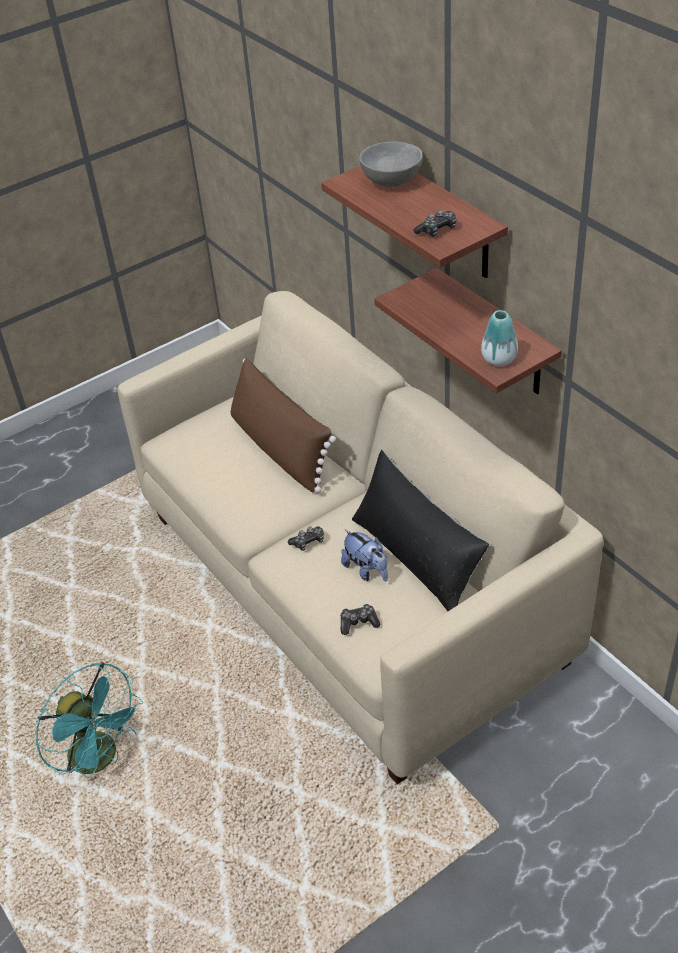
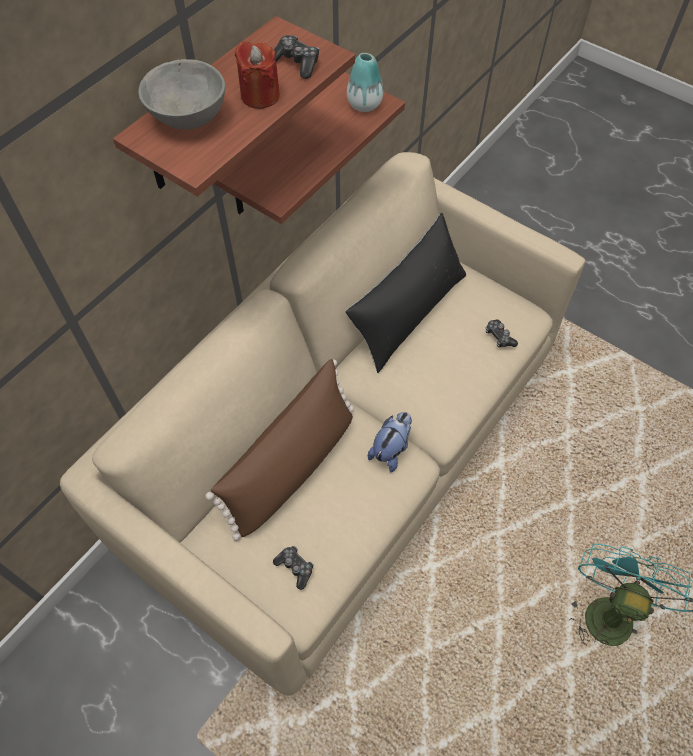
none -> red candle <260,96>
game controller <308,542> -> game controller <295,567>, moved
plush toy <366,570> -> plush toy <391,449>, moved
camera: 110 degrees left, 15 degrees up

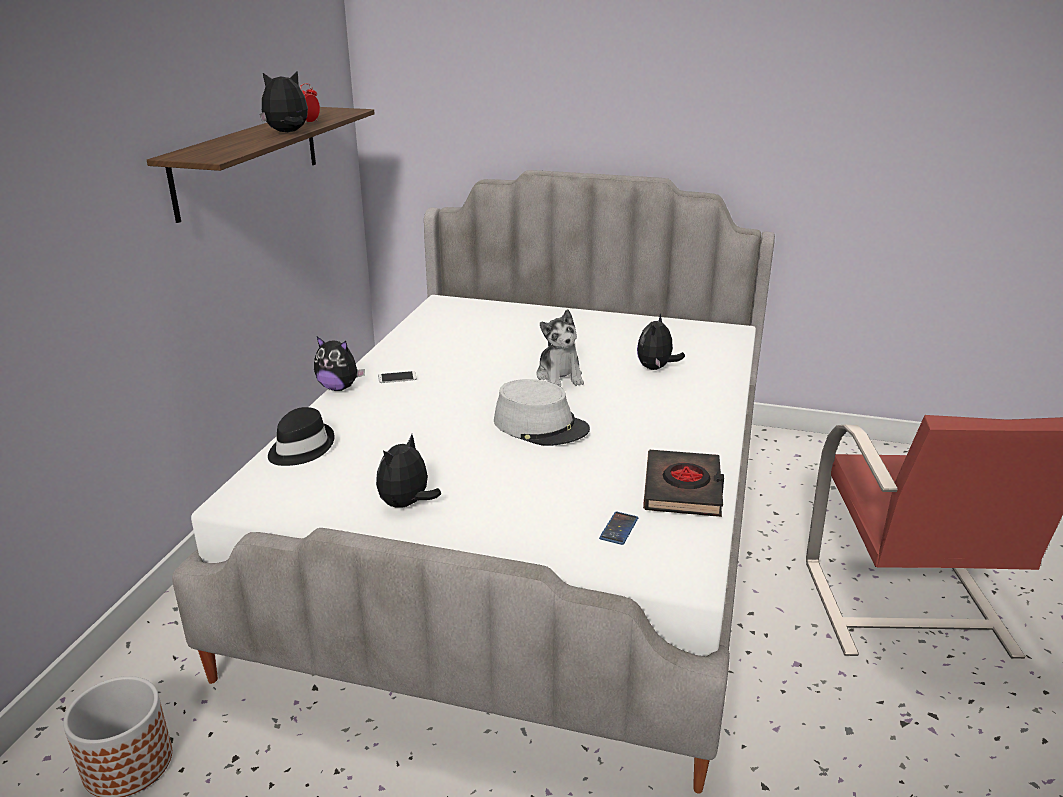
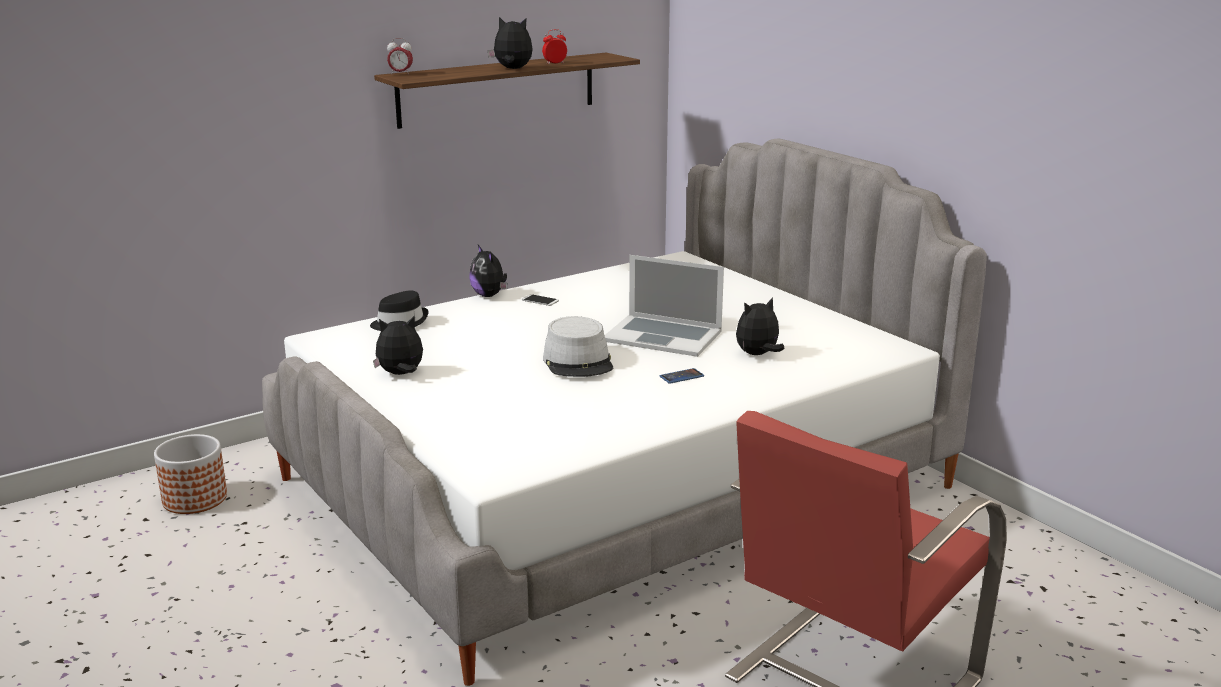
black book <683,489> -> none
none -> alarm clock <401,74>
phone <619,528> -> phone <681,376>, moved
plush toy <560,376> -> laptop <663,336>
camera: 40 degrees right, 5 degrees down

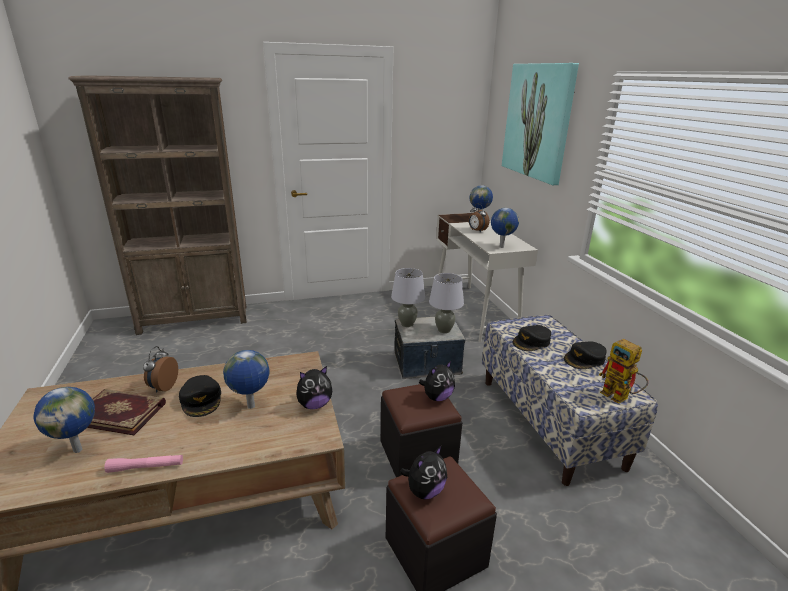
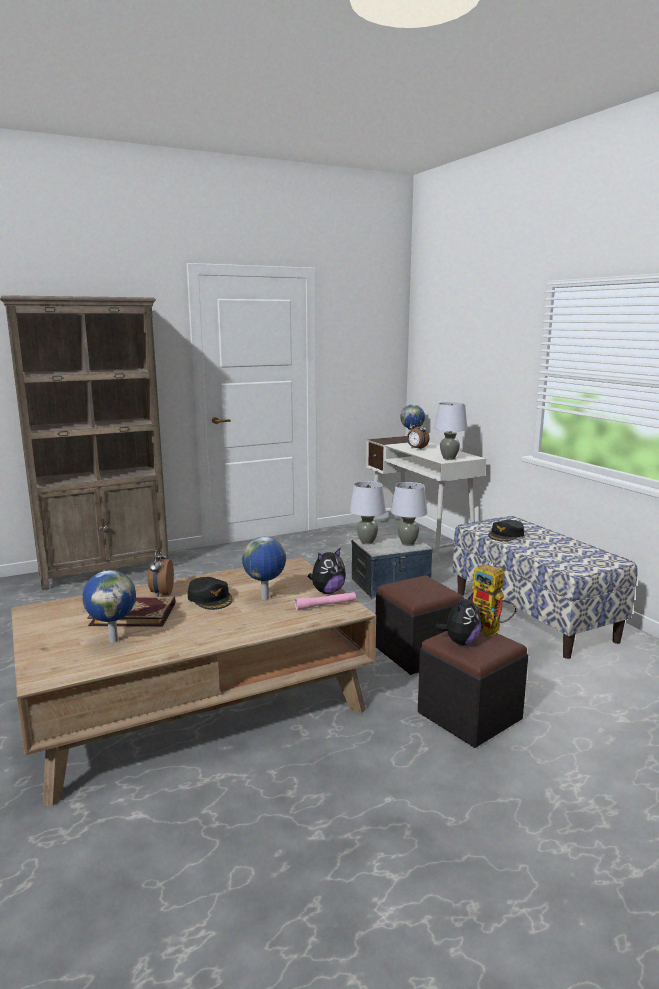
plush toy <437,397> -> none
picture <538,121> -> none
black cap <584,359> -> none
pink flashlight <146,467> -> pink flashlight <325,605>, moved
toy robot <620,397> -> toy robot <491,631>, moved
globe <501,247> -> grey table lamp <449,458>
camera: 10 degrees left, 10 degrees down

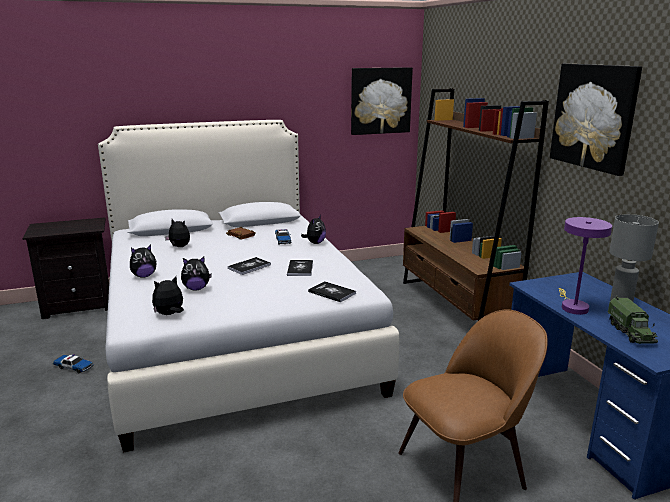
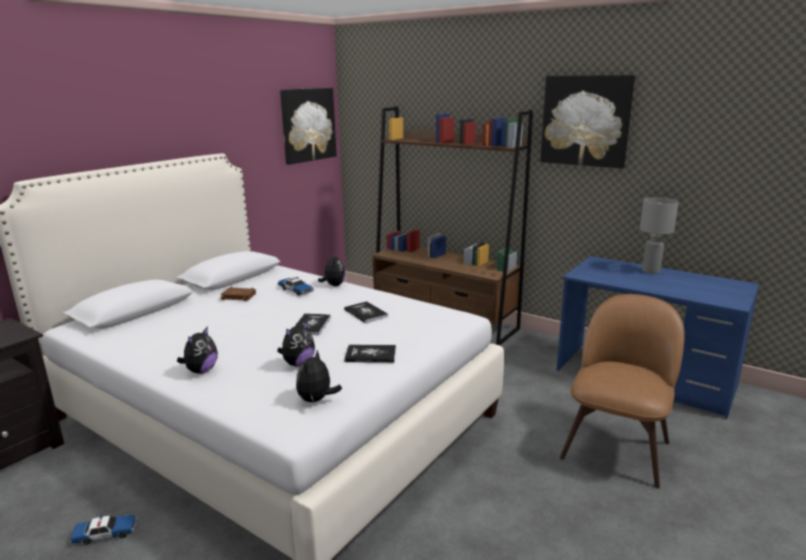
plush toy <179,247> -> none
purple table lamp <572,306> -> none
toy truck <630,332> -> none
book <332,292> -> book <370,355>, moved
camera: 35 degrees left, 0 degrees up

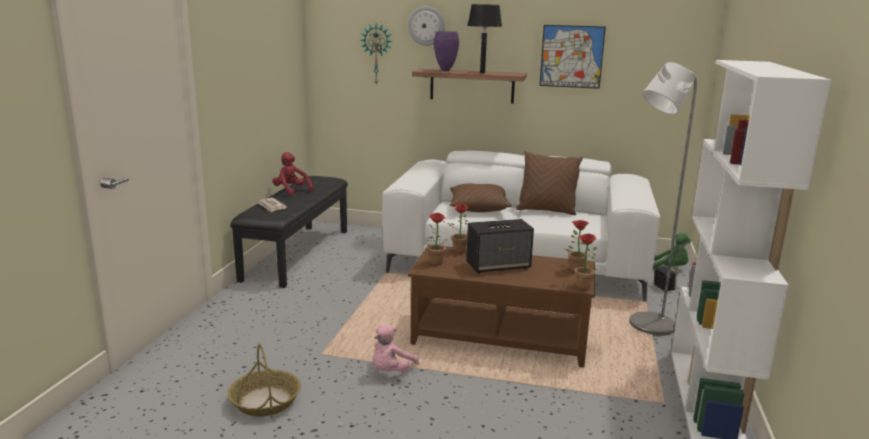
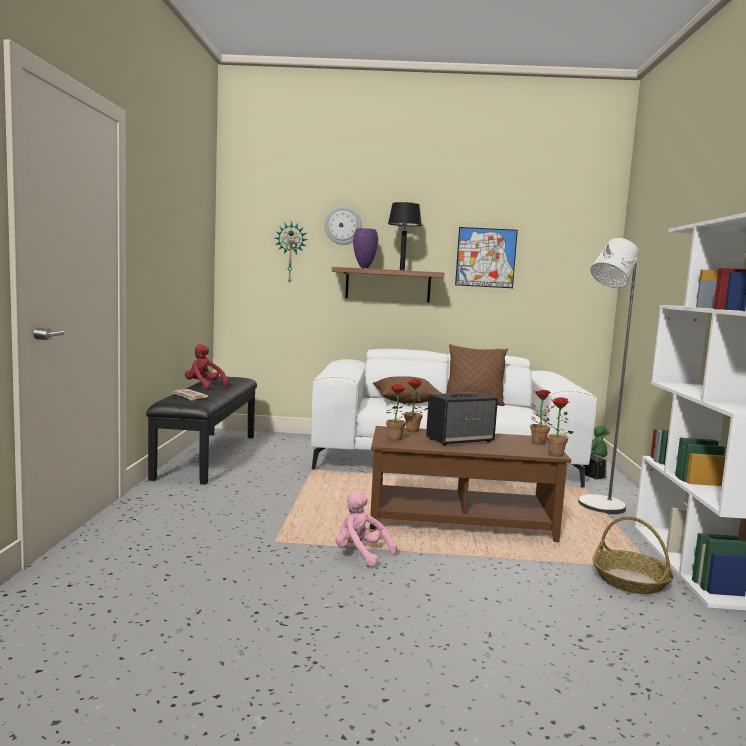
basket <265,401> -> basket <631,581>, moved
pink plush toy <391,371> -> pink plush toy <360,554>, 105 degrees clockwise
camera: 10 degrees left, 10 degrees down

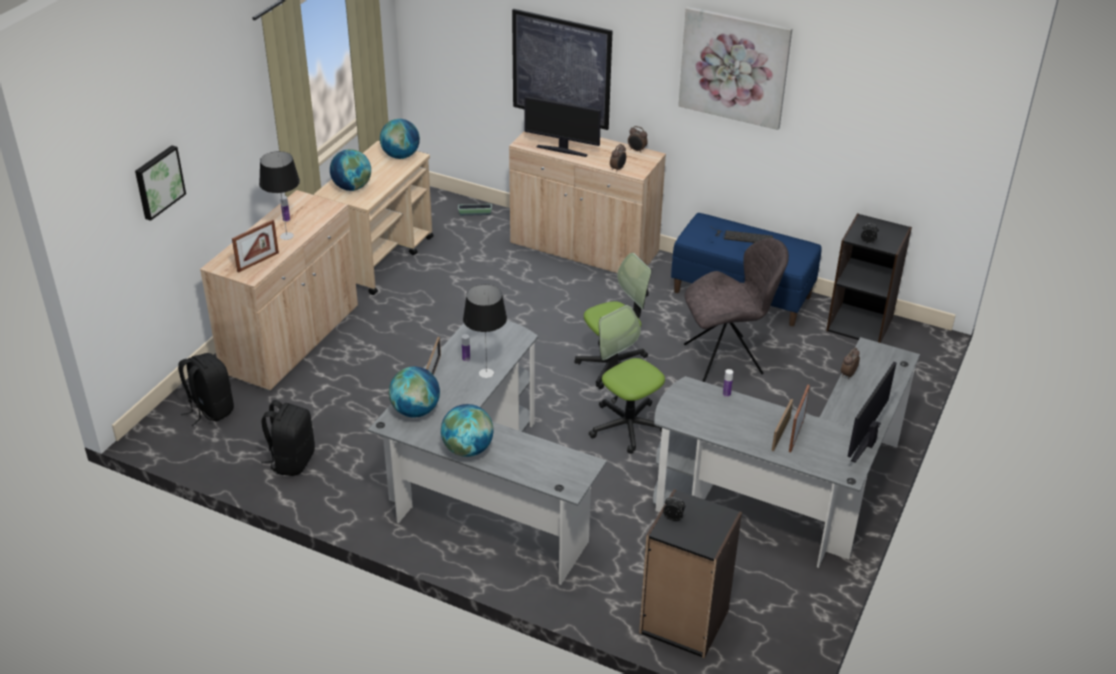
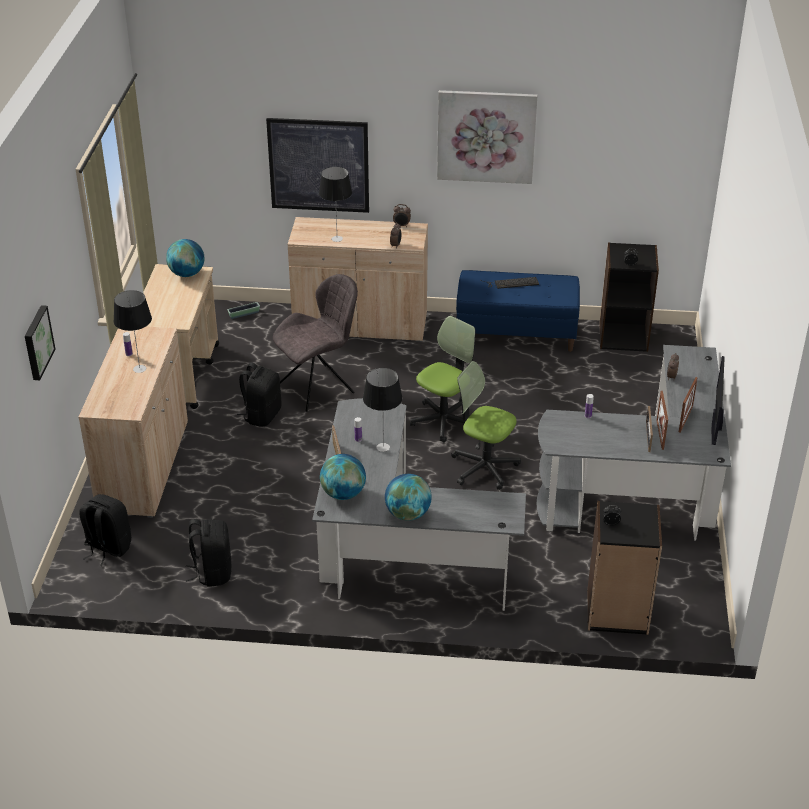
globe <352,187> -> none
none -> black backpack <262,415>
picture frame <258,262> -> picture frame <685,419>, moved
grey chair <726,359> -> grey chair <319,387>, moved
monitor <562,150> -> table lamp <337,238>
camera: 20 degrees left, 0 degrees up

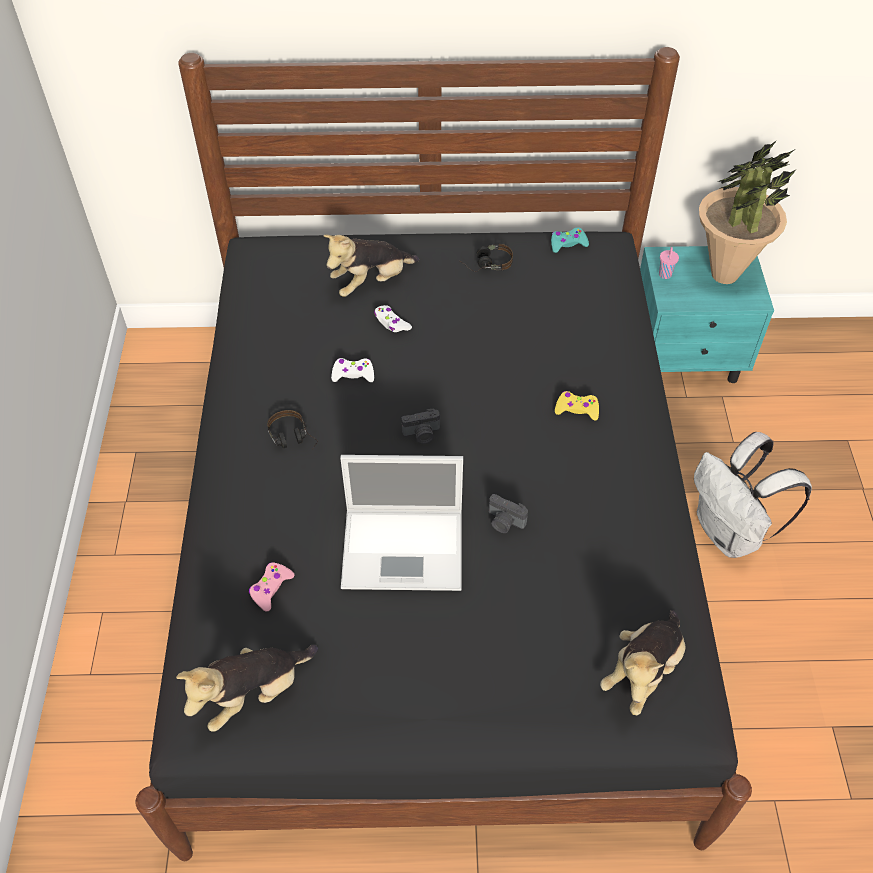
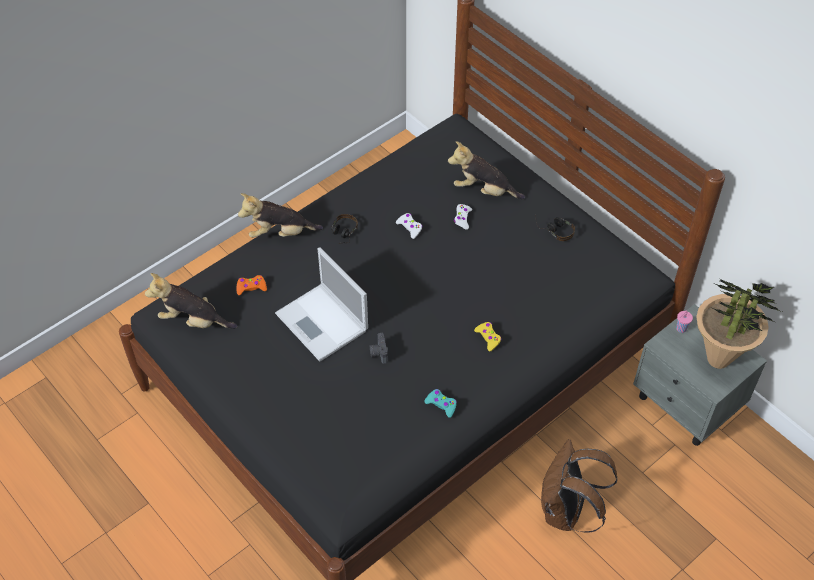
photo camera <422,434> -> none
turquoise game controller <567,244> -> turquoise game controller <441,404>, moved
plush toy <643,671> -> plush toy <280,233>, moved
pink game controller <271,588> -> orange game controller <251,287>
turquoise nightstand <687,357> -> grey nightstand <687,405>
white backpack <730,533> -> brown backpack <566,512>
camera: 50 degrees right, 0 degrees up

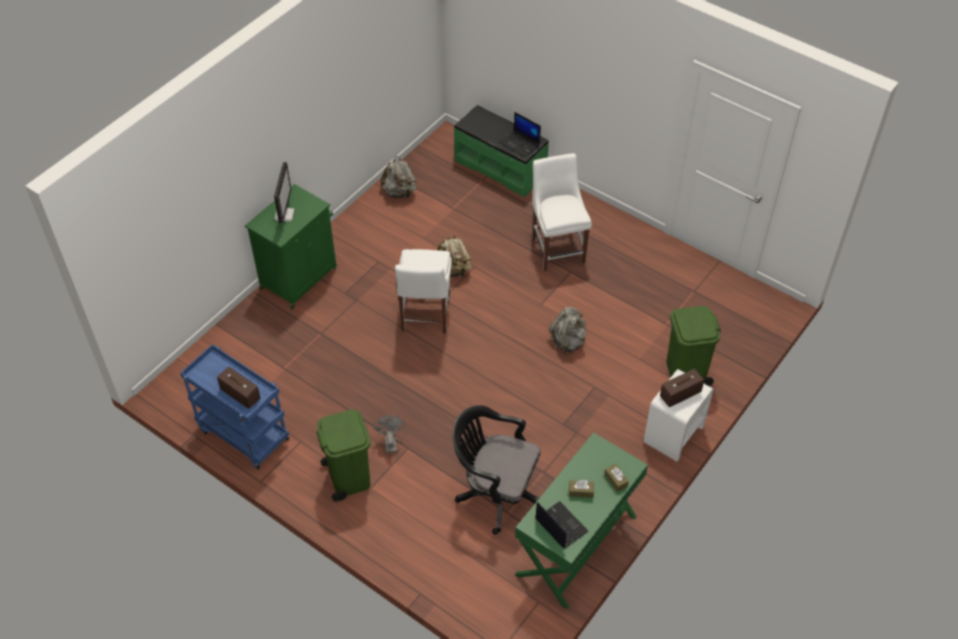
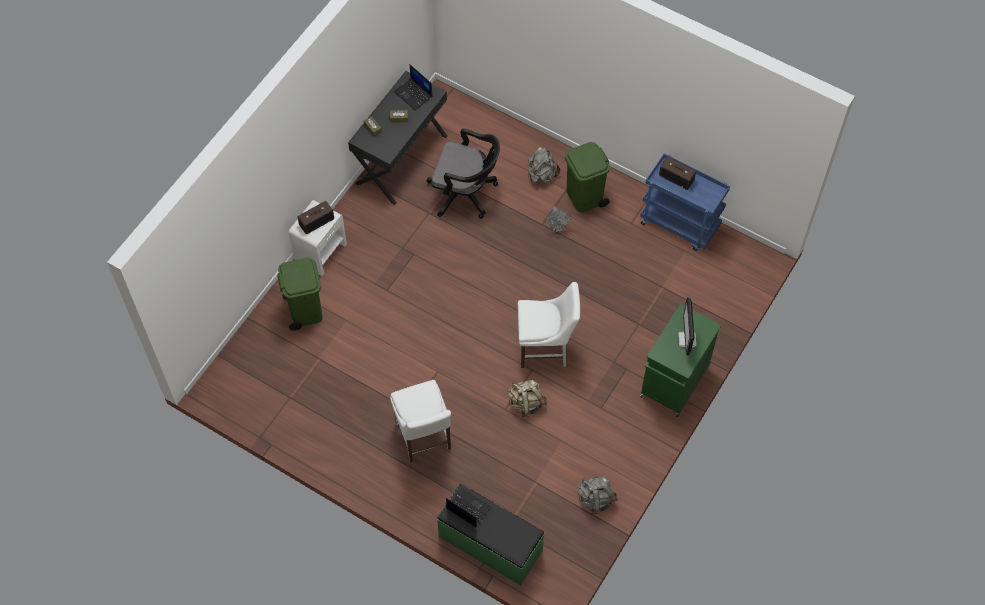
grey backpack <568,341> -> grey backpack <541,175>, moved
green desk <577,546> -> black desk <401,159>
white chair <425,316> -> white chair <546,349>, 90 degrees clockwise
camera: 175 degrees right, 10 degrees up

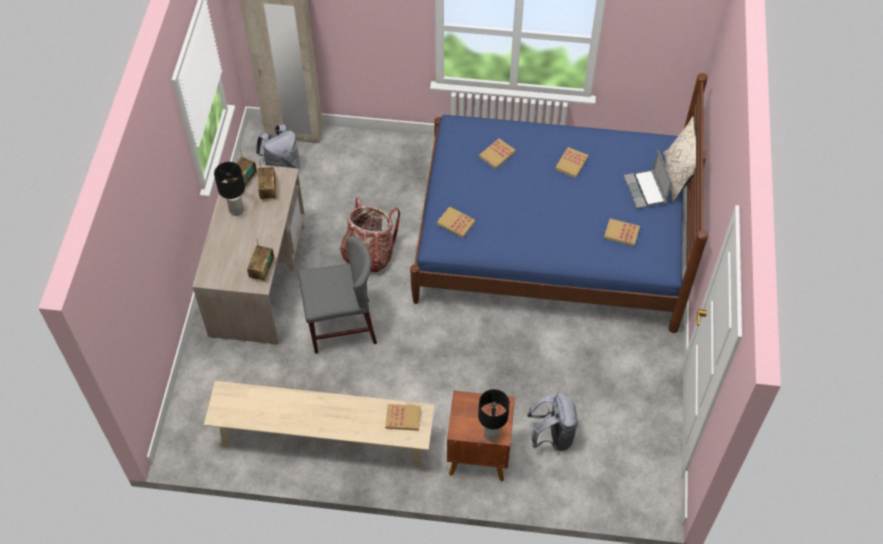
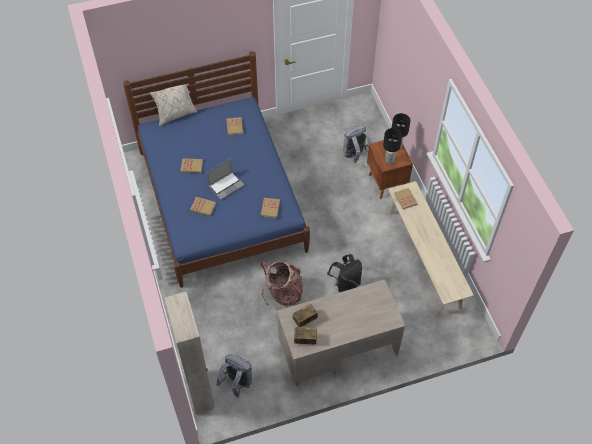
radio <262,269> -> none
black table lamp <236,210> -> black table lamp <389,160>, moved
laptop <646,190> -> laptop <226,185>, moved
grey chair <341,326> -> black backpack <345,284>
camera: 115 degrees left, 0 degrees up

